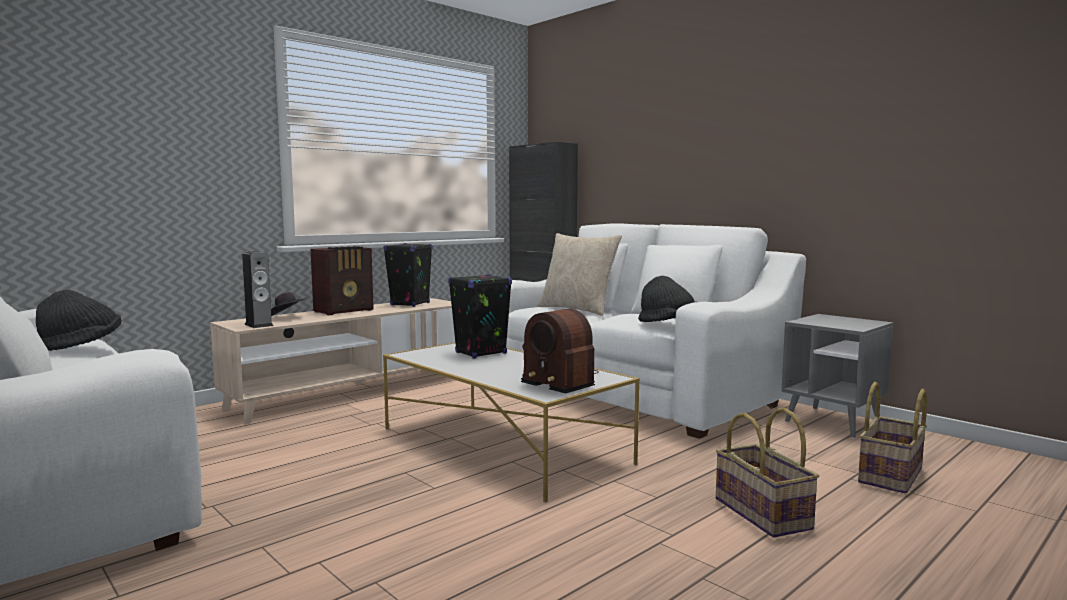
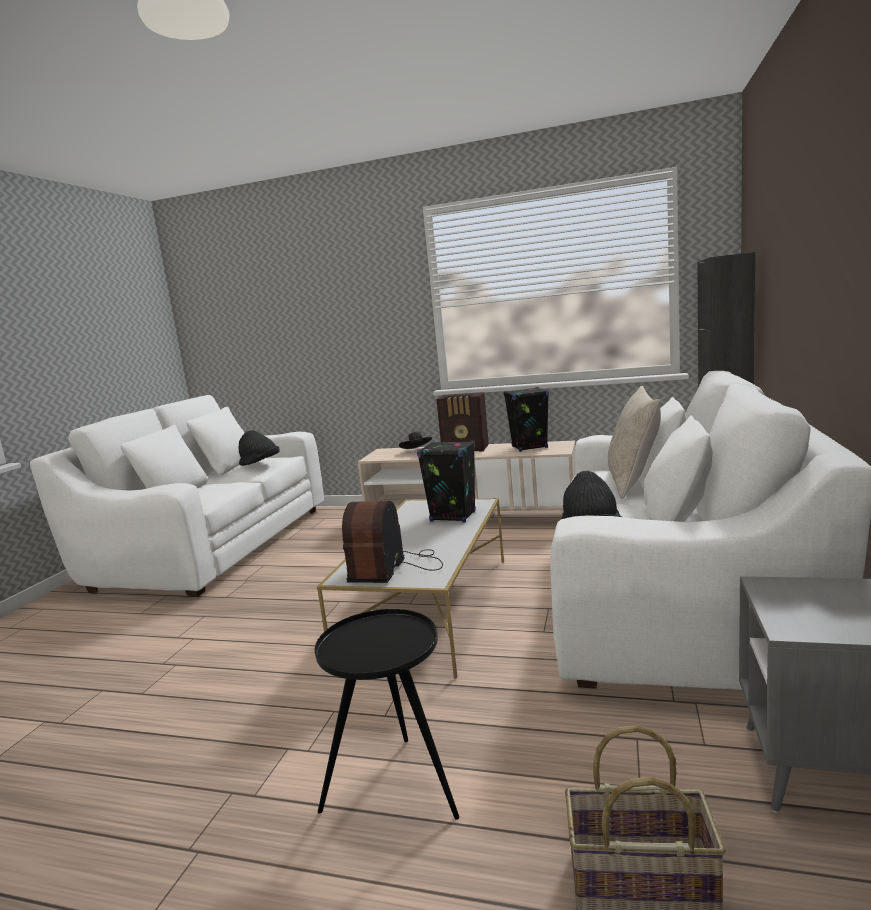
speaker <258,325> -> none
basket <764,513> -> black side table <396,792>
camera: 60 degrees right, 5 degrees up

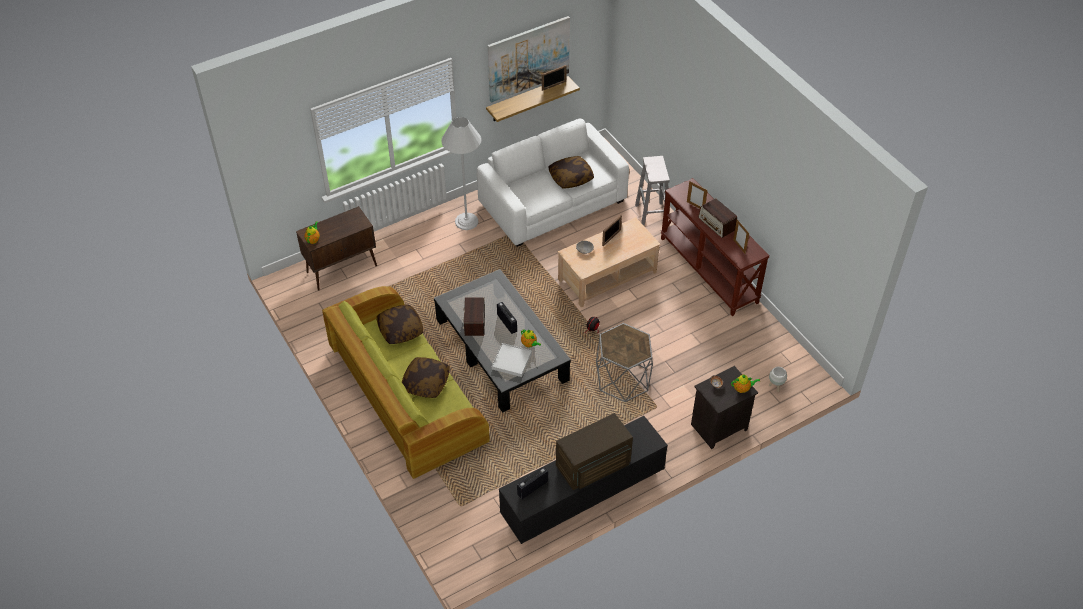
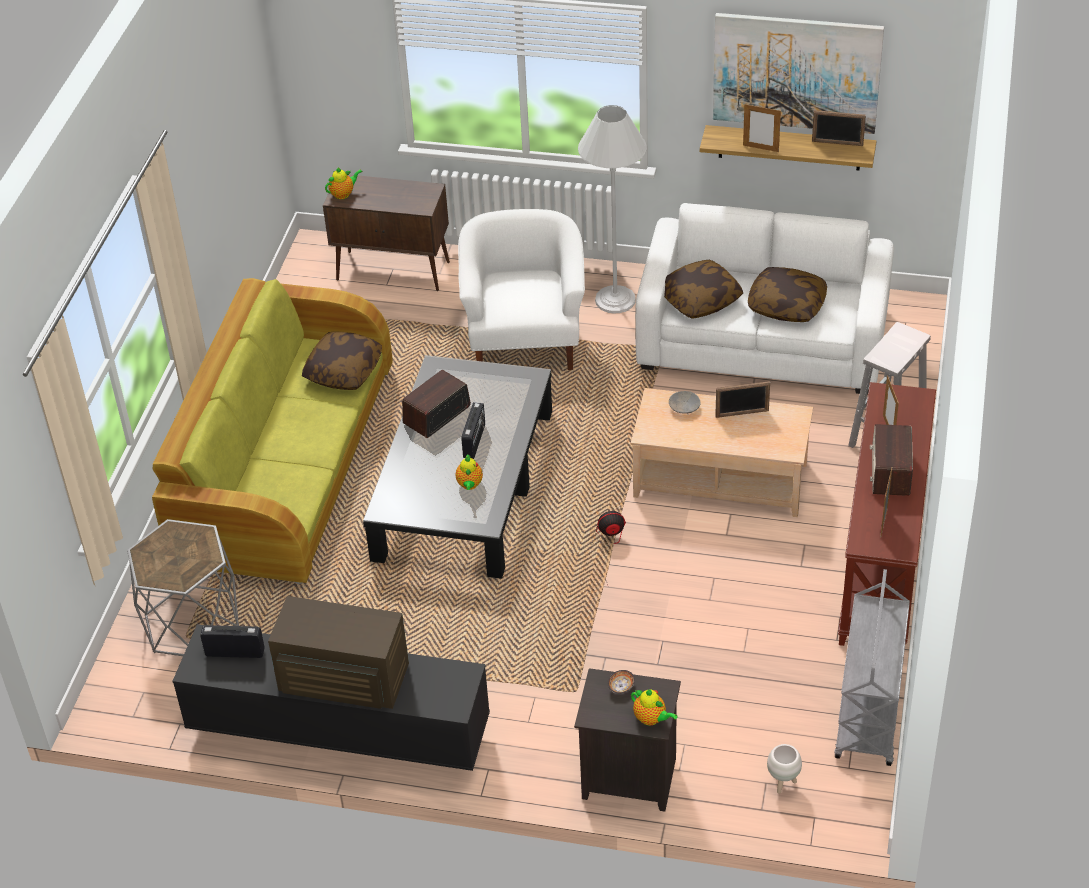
white tray <511,361> -> none
none -> white armchair <525,340>
none -> picture frame <760,148>
none -> grey cart <869,713>
pillow <426,383> -> pillow <700,300>, moved
grey side table <623,379> -> grey side table <192,622>, moved
camera: 45 degrees right, 5 degrees down

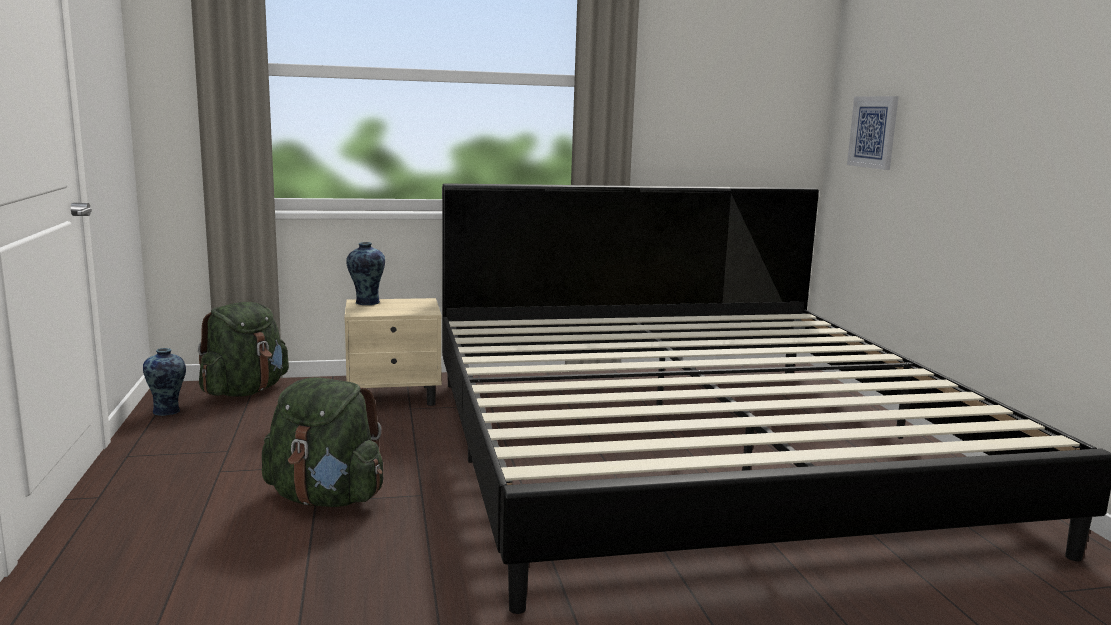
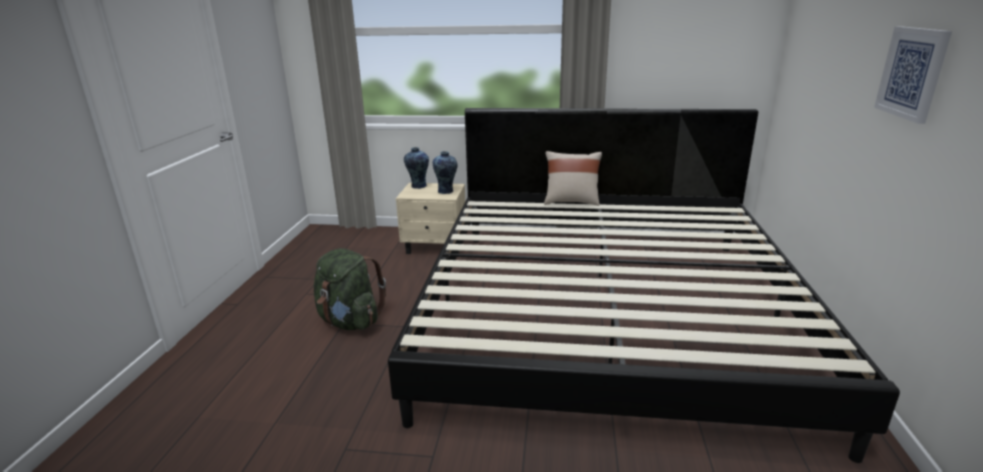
green backpack <245,391> -> none
none -> beige pillow <571,201>
vase <167,411> -> vase <446,191>, moved
picture <873,132> -> picture <912,73>, moved
camera: 20 degrees right, 10 degrees up

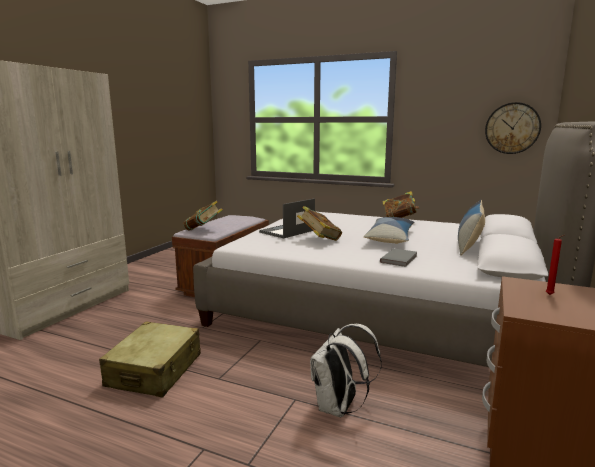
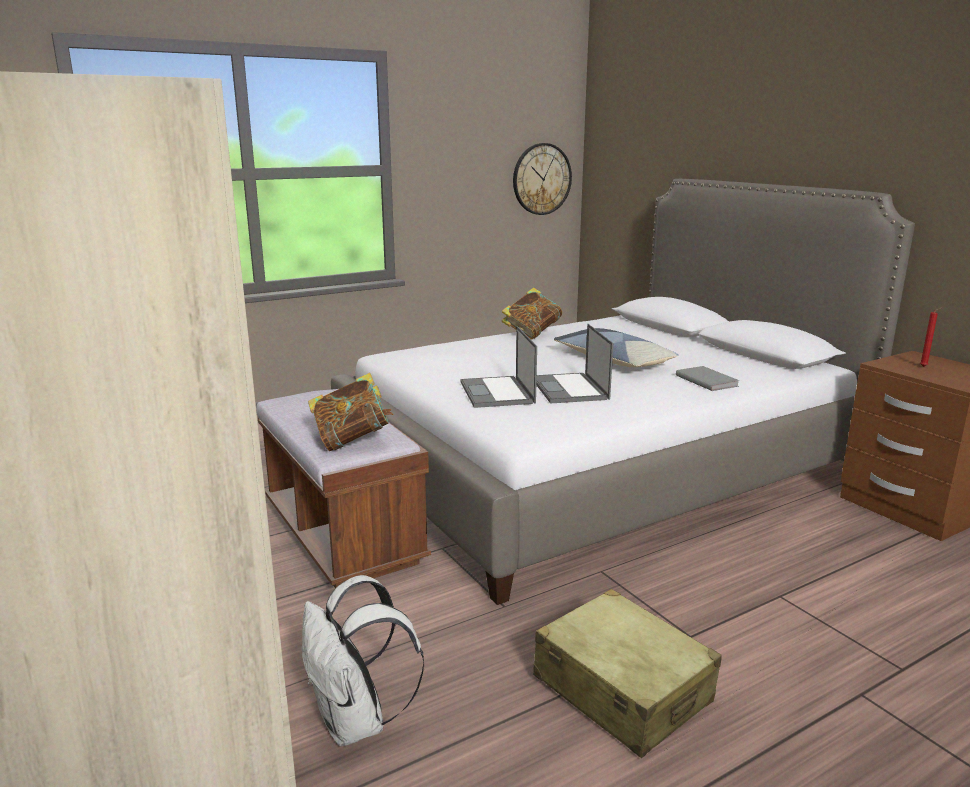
pillow <469,245> -> none
white backpack <339,408> -> white backpack <356,722>, moved
book <319,240> -> laptop <570,389>
camera: 55 degrees left, 5 degrees up

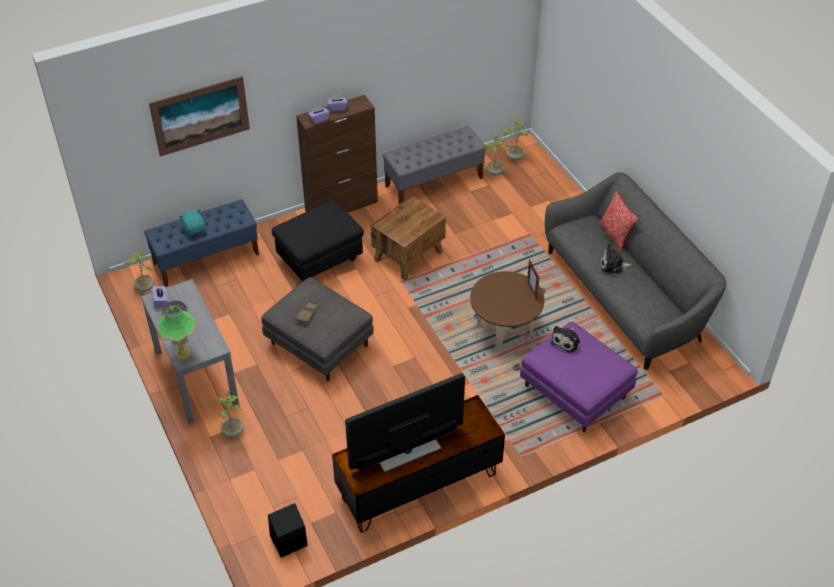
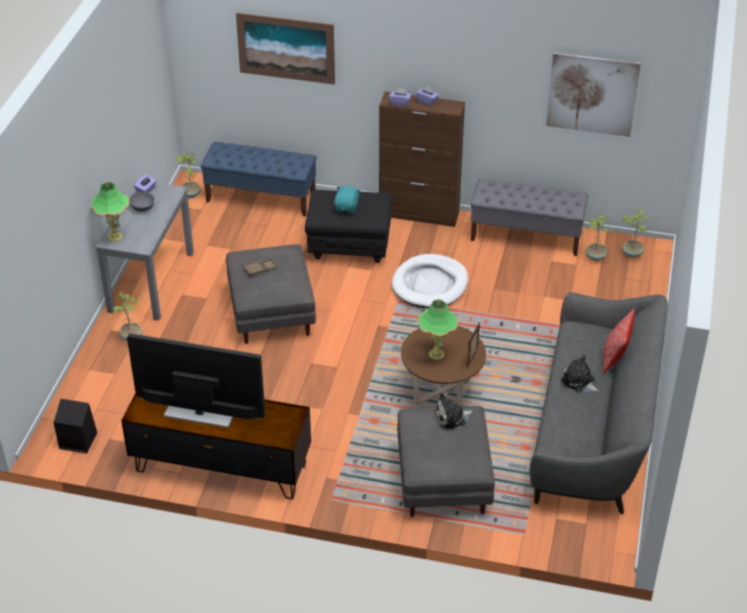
none -> table lamp <436,354>
none -> picture <592,94>
turquoise plush toy <194,229> -> turquoise plush toy <347,207>, moved
brown side table <409,256> -> white dog bed <430,284>
purple ottoman <576,392> -> grey ottoman <444,481>
camera: 40 degrees right, 5 degrees down

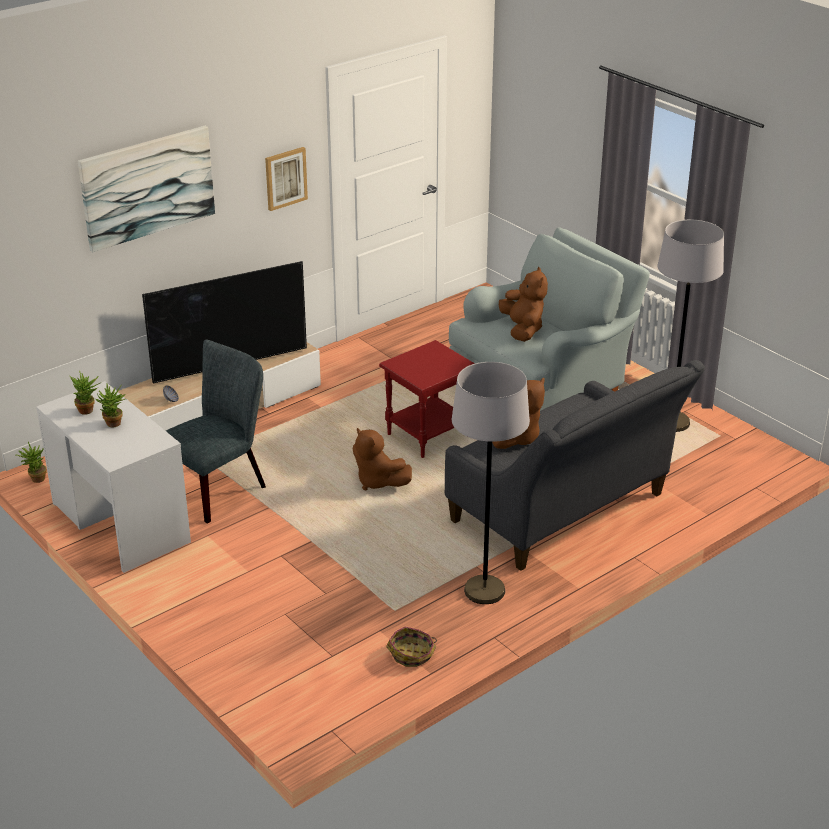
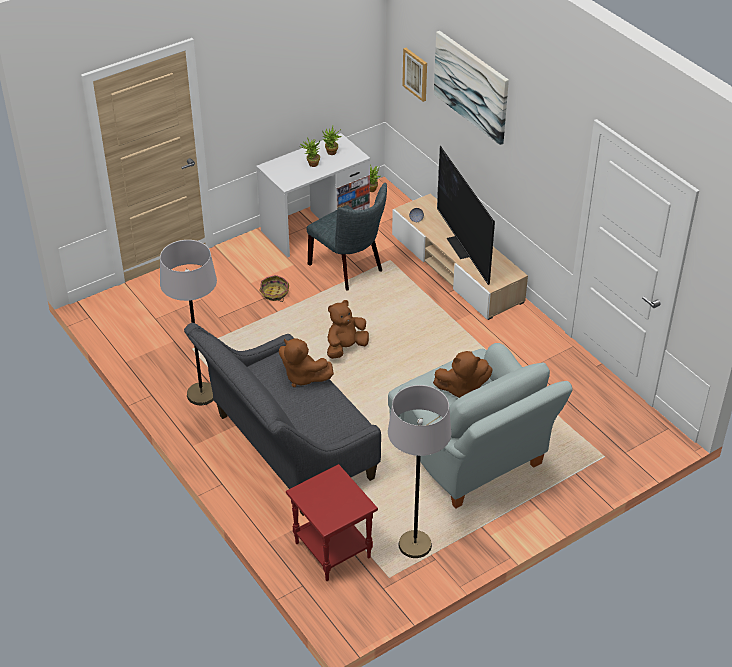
picture <285,178> -> picture <415,74>, moved
red side table <428,436> -> red side table <331,550>, moved
basket <412,654> -> basket <274,293>, moved
camera: 95 degrees right, 10 degrees up

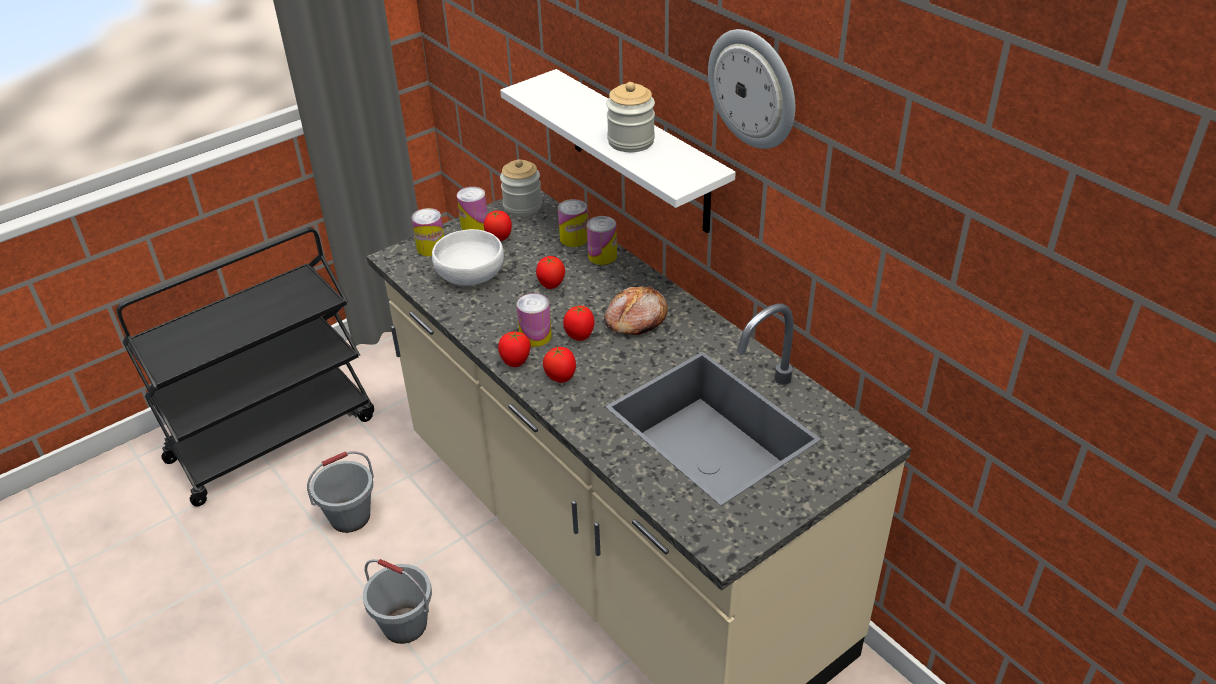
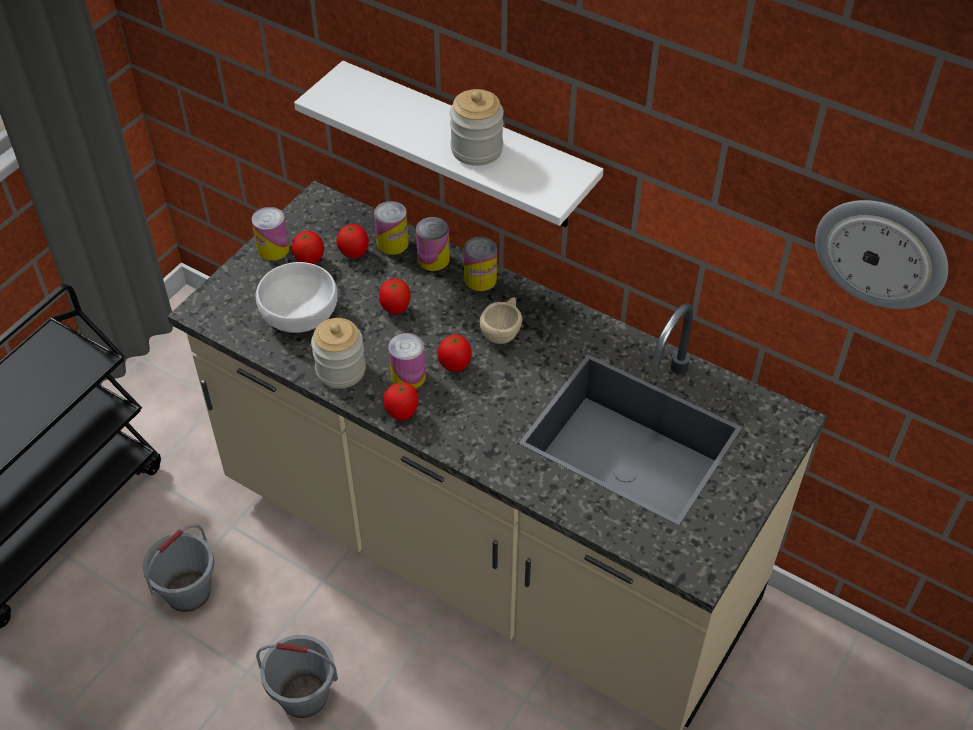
can <431,248> -> can <480,279>, moved
jar <522,206> -> jar <341,370>, moved
tomato <561,378> -> tomato <354,254>, moved
wall clock <753,88> -> wall clock <882,252>, moved
bread <635,319> -> beige cup <503,331>
camera: 20 degrees left, 10 degrees up

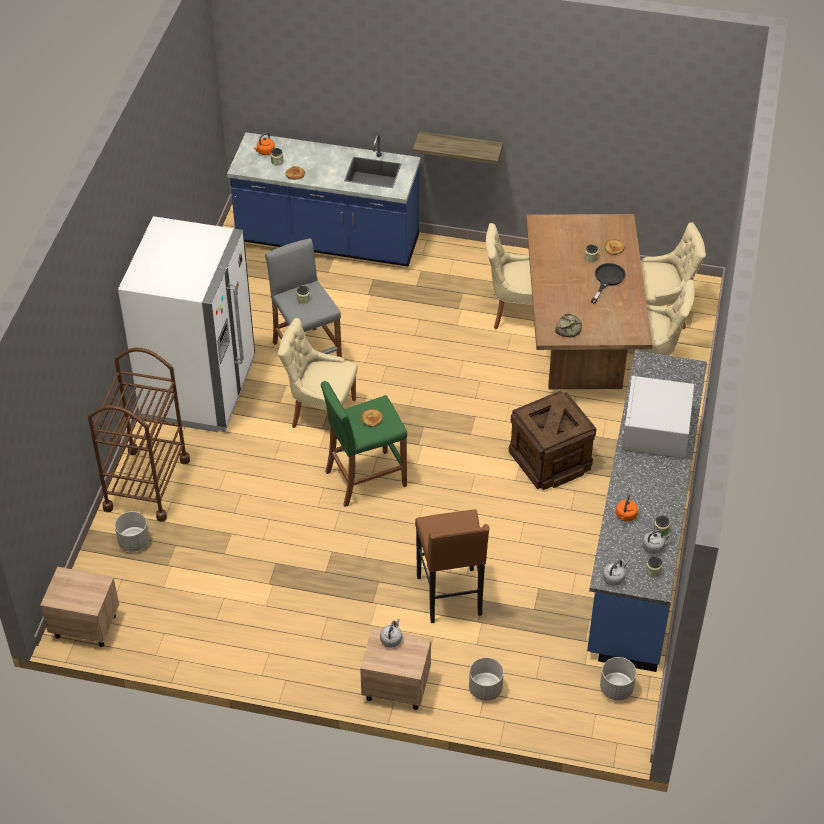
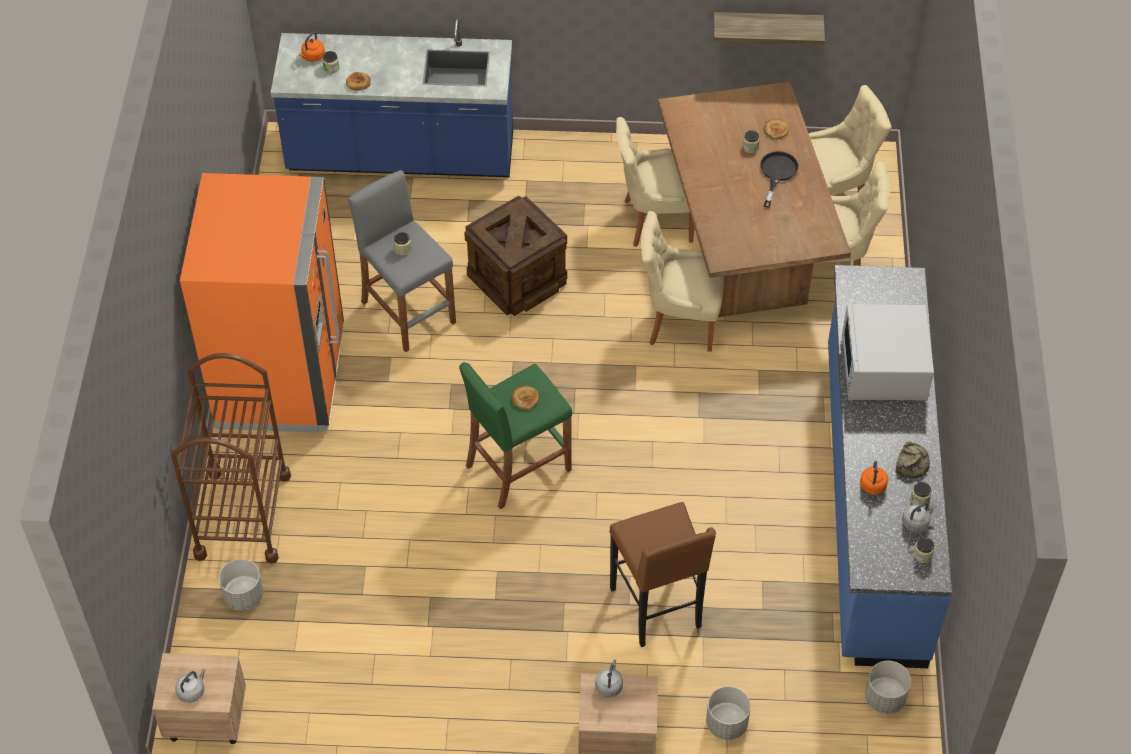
beige chair <321,413> -> beige chair <679,321>, moved
shelf <460,147> -> shelf <767,26>, moved
crate <550,460> -> crate <517,279>, moved
bread <569,328> -> bread <912,463>, moved
grey kettle <614,578> -> grey kettle <192,691>, moved
white fridge <199,389> -> orange fridge <281,378>
camera: 10 degrees left, 5 degrees up

